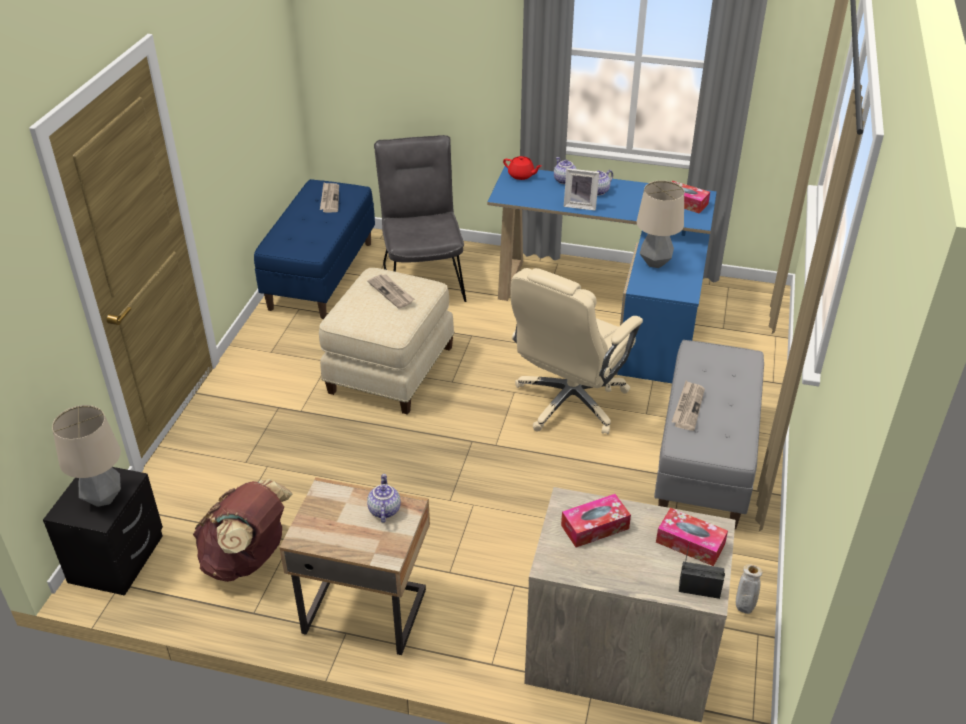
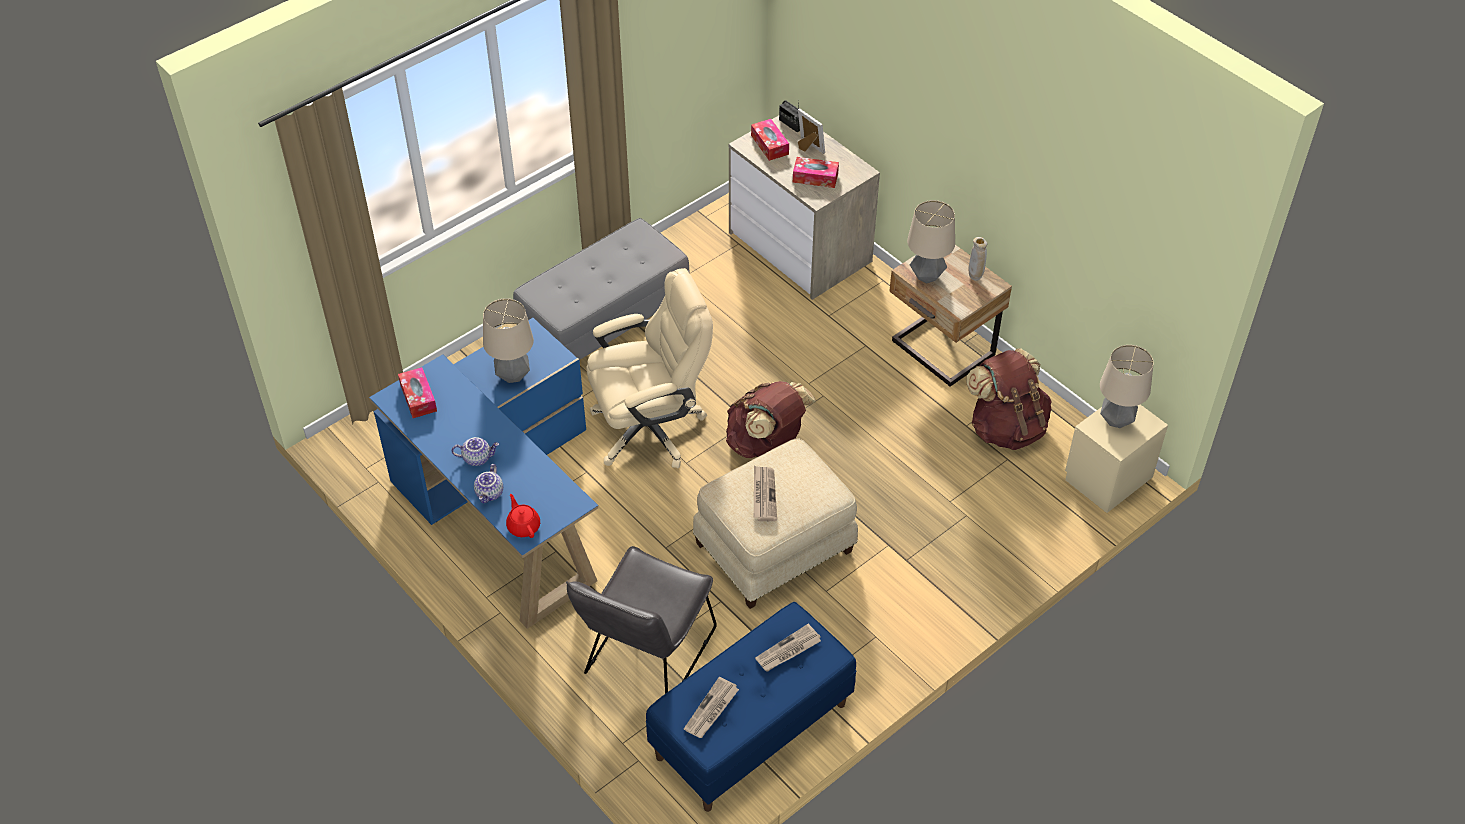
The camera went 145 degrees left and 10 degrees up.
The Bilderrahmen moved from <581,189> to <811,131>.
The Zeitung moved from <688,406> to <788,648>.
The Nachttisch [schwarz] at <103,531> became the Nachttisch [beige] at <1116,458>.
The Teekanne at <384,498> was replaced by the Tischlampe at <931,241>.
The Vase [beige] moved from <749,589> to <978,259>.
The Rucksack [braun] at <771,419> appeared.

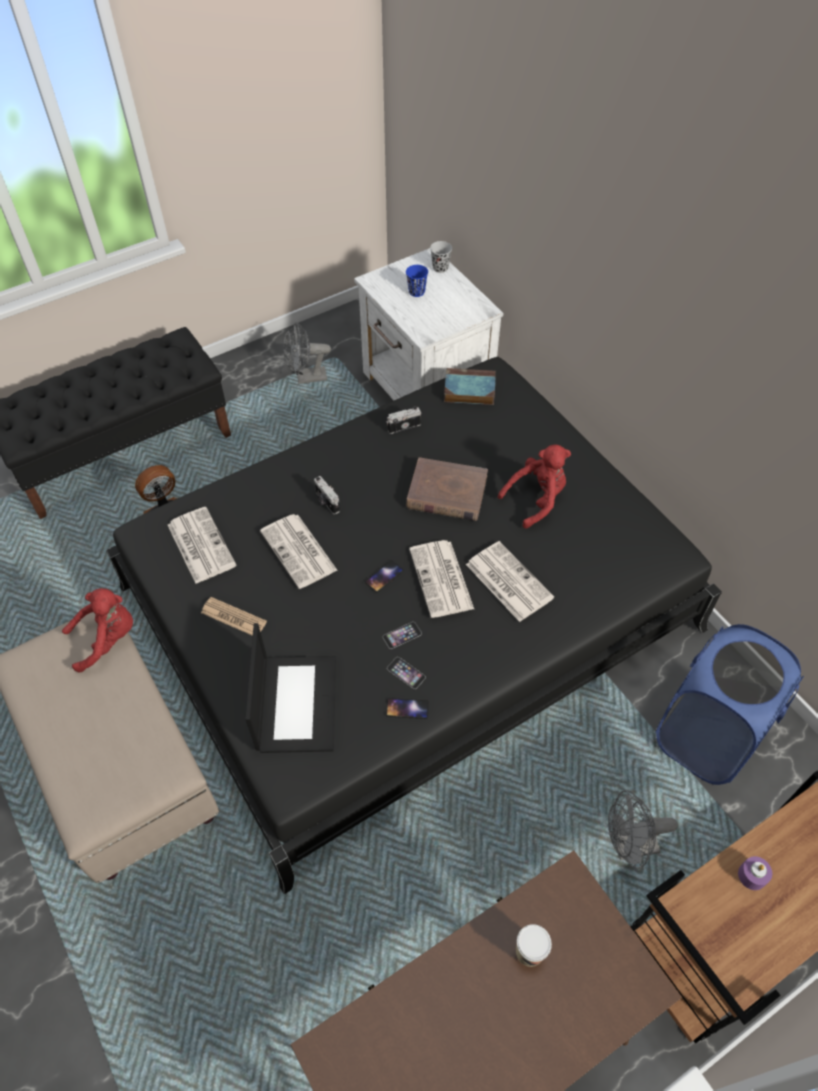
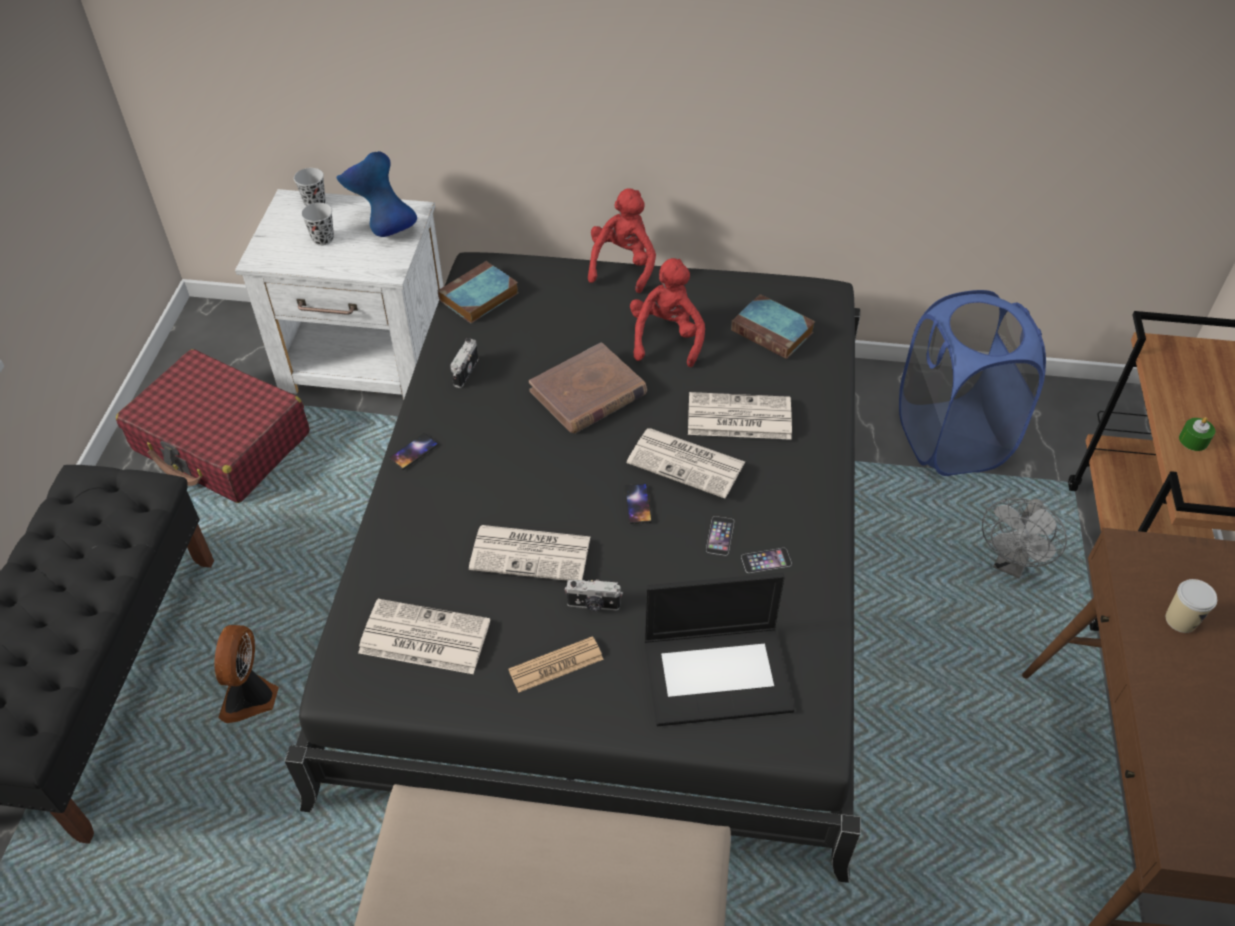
The camera went 50 degrees left and 5 degrees down.
The Tasse [blau] at <417,281> became the Tasse [schwarz] at <317,224>.
The Ventilator [grau] at <307,353> was replaced by the Koffer [rot] at <213,426>.
The Kamera moved from <327,495> to <594,595>.
The Plüschtier [rot] moved from <97,630> to <622,240>.
The Laptop at <290,688> turned 135 degrees clockwise.
The Handy moved from <407,708> to <413,451>.
The Kerze [lila] at <755,873> became the Kerze [grün] at <1197,434>.
The Vase [blau] at <377,194> appeared.
The Buch at <773,326> appeared.

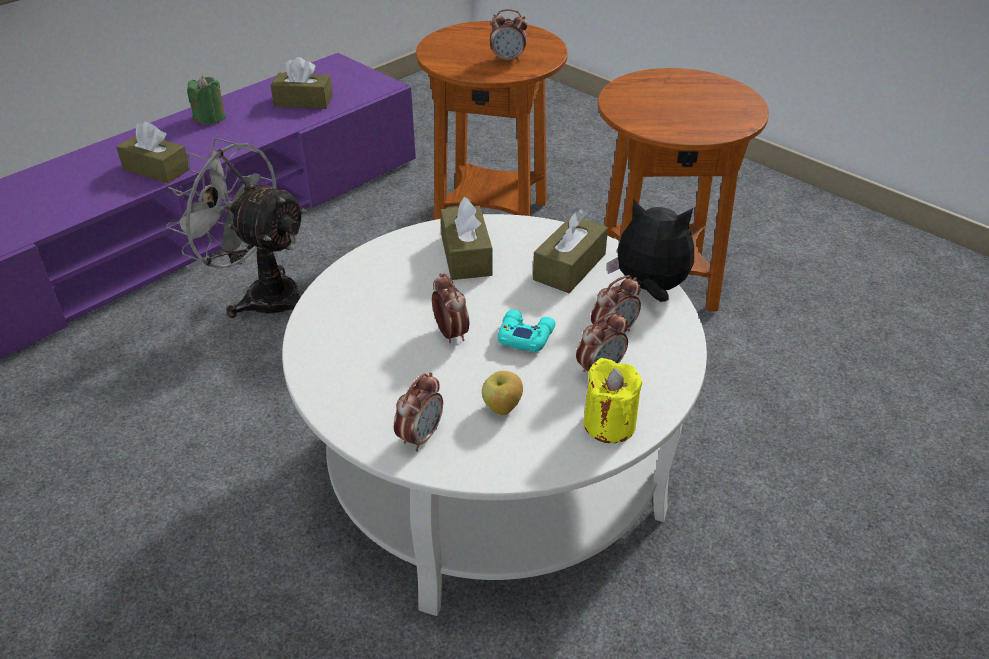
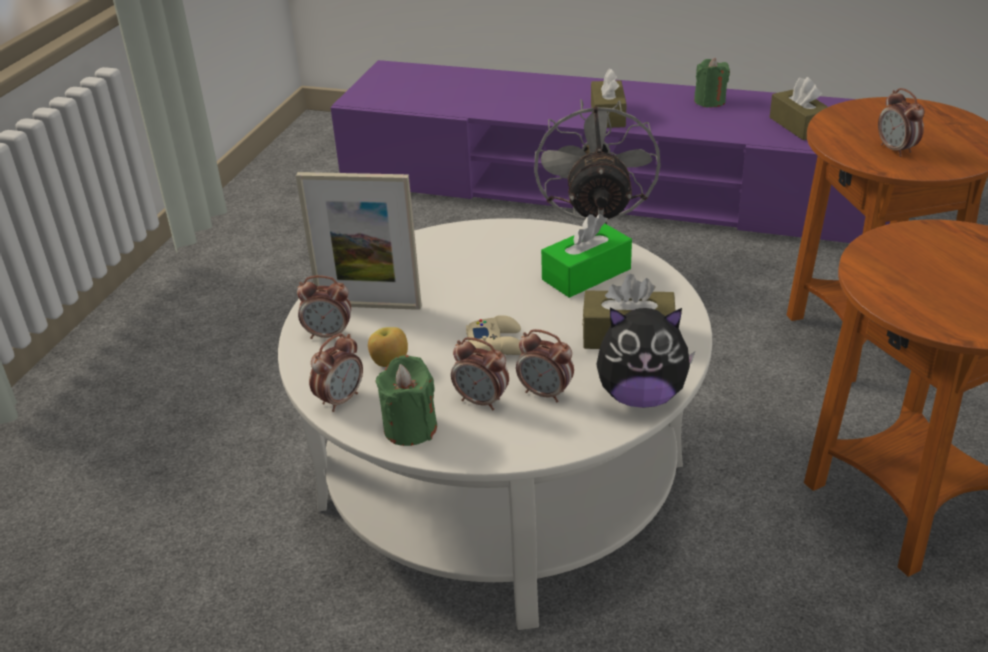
The camera went 65 degrees right and 5 degrees down.
The Taschentuchbox [braun] at <466,238> became the Taschentuchbox [grün] at <586,256>.
The Plüschtier at <650,251> turned 105 degrees clockwise.
The Wecker moved from <450,308> to <336,372>.
The Gamepad [türkis] at <527,331> became the Gamepad [beige] at <494,335>.
The Kerze [gelb] at <613,400> became the Kerze [grün] at <406,400>.
The Bilderrahmen at <359,241> appeared.

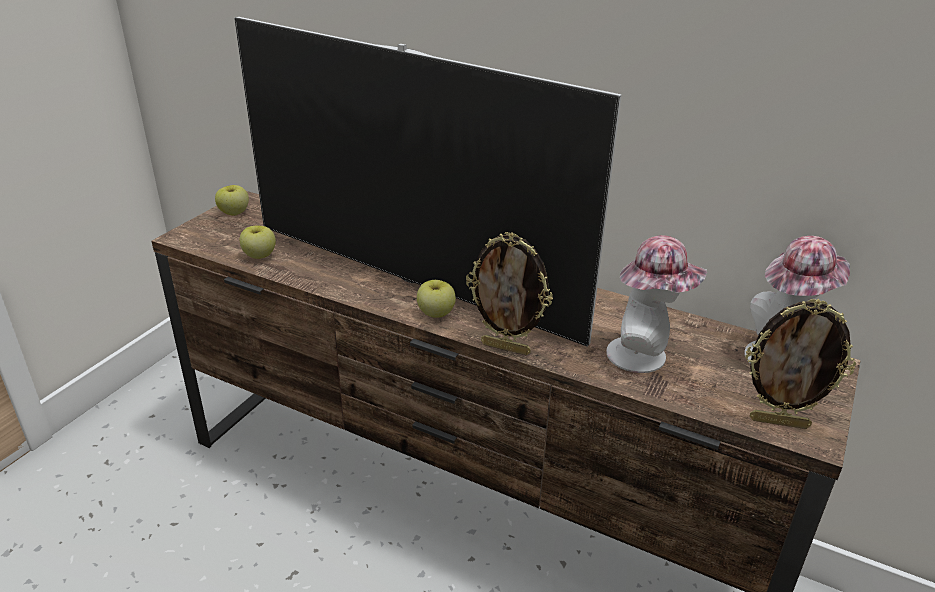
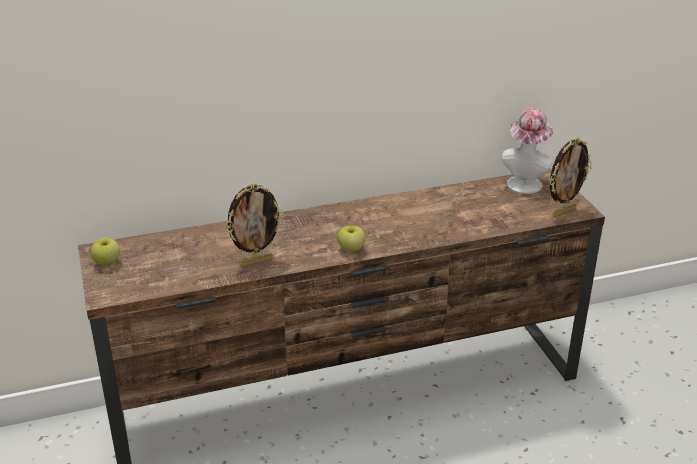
The camera went 45 degrees left and 0 degrees up.
The Fernseher at <428,182> disappeared.
The Apfel at <258,242> disappeared.
The Bilderrahmen moved from <509,293> to <254,225>.
The Hut at <656,304> disappeared.

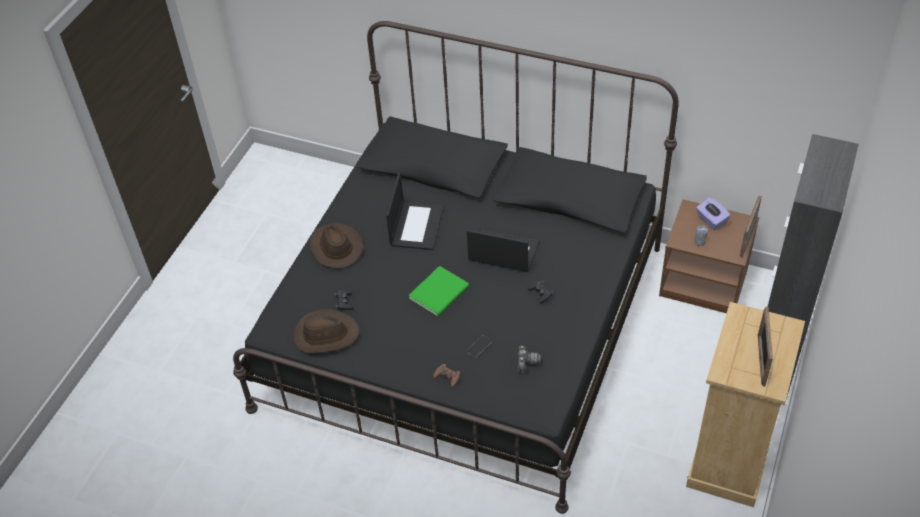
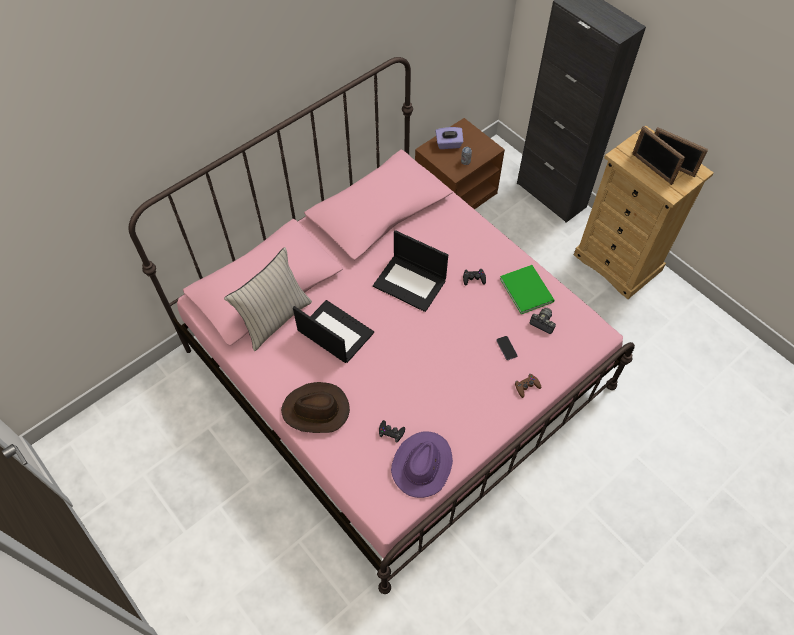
The camera went 65 degrees left and 10 degrees up.
The Bett [schwarz] at <456,267> became the Bett [rosa] at <381,325>.
The Bilderrahmen moved from <751,227> to <658,155>.
The Laptop at <503,250> turned 105 degrees counterclockwise.
The Buch [grün] moved from <438,291> to <527,289>.
The Hut [braun] at <326,331> became the Hut [lila] at <422,465>.
The Kissen [beige] at <268,299> appeared.

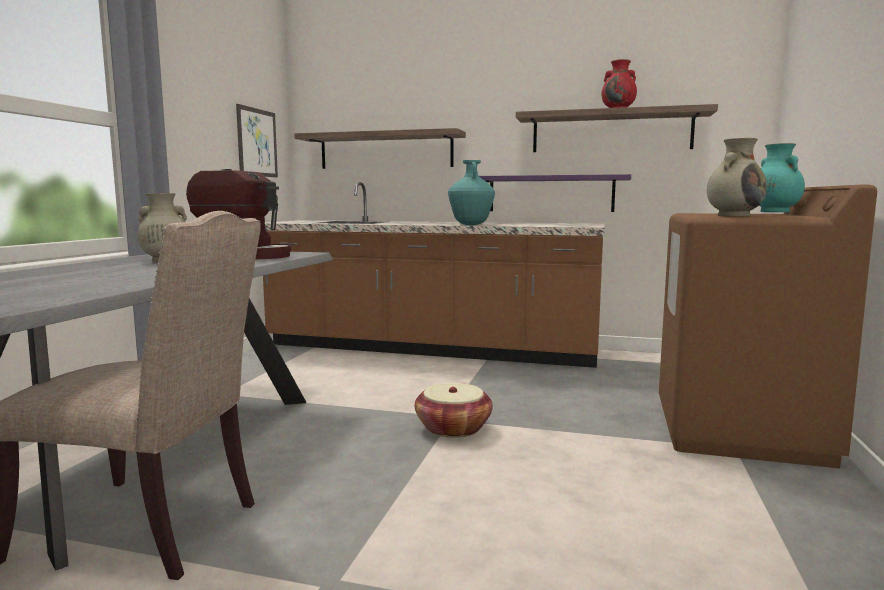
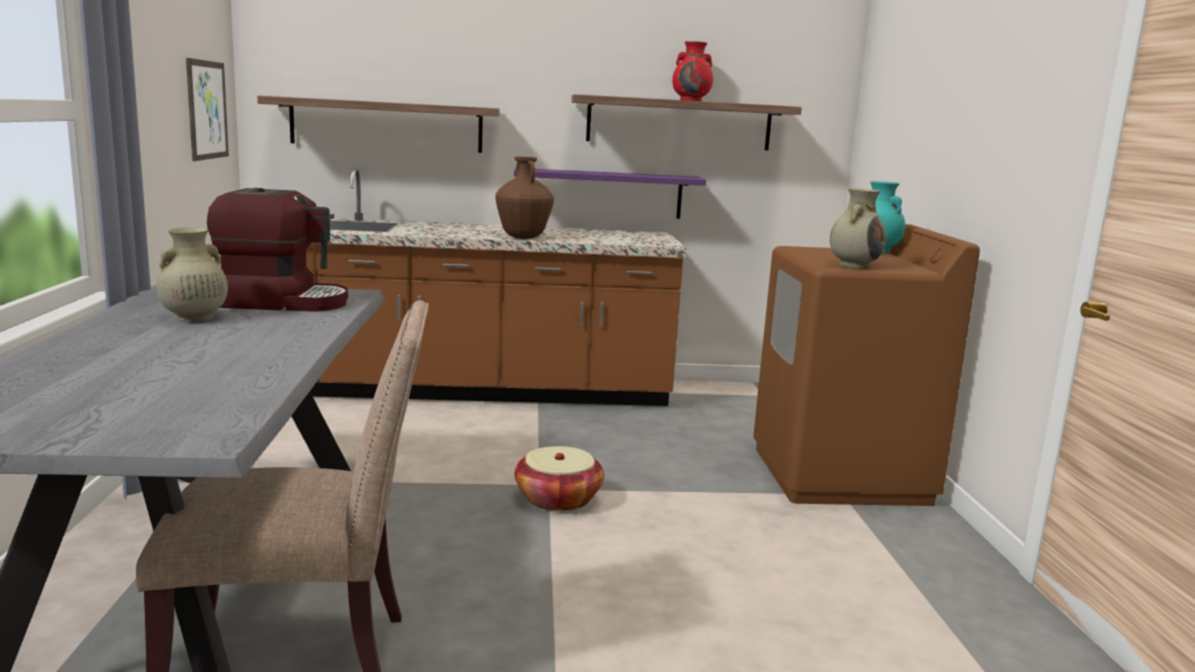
The camera went 20 degrees left and 5 degrees up.
The Vase [türkis] at <471,192> became the Vase [braun] at <524,198>.

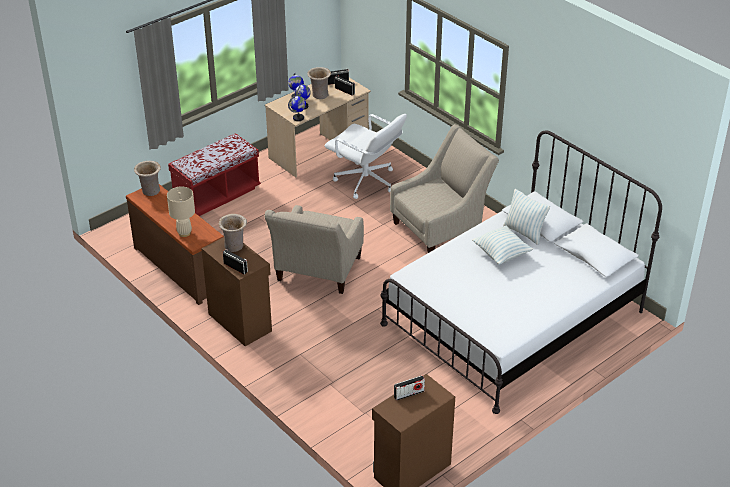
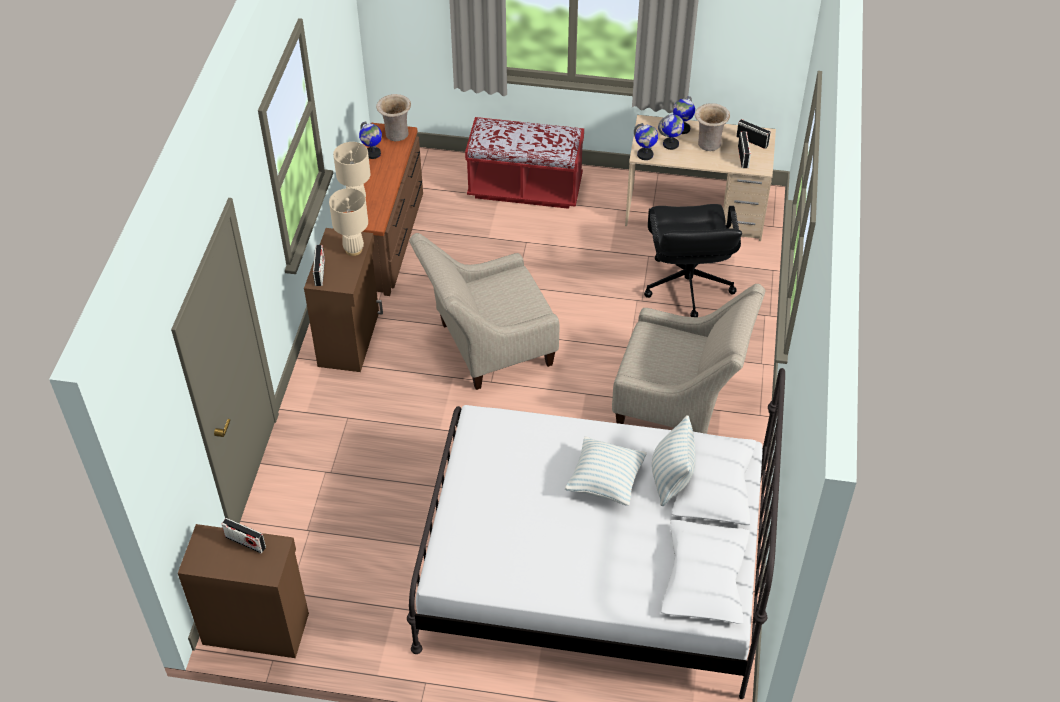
The camera went 50 degrees right and 10 degrees up.
The Bürostuhl [weiß] at <366,156> became the Bürostuhl [schwarz] at <693,260>.
The Vase [beige] at <232,233> was replaced by the Tischlampe [beige] at <348,222>.
The Globus at <370,140> appeared.

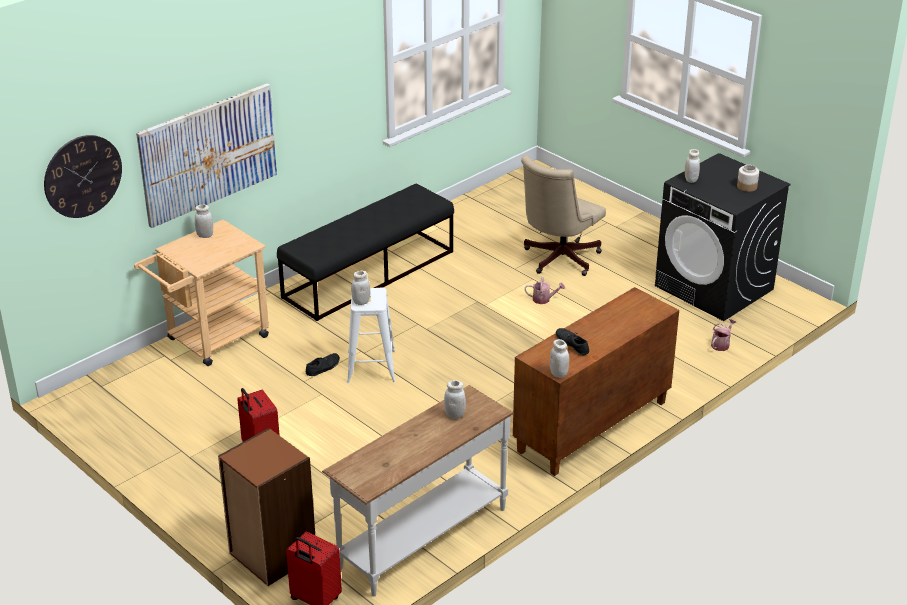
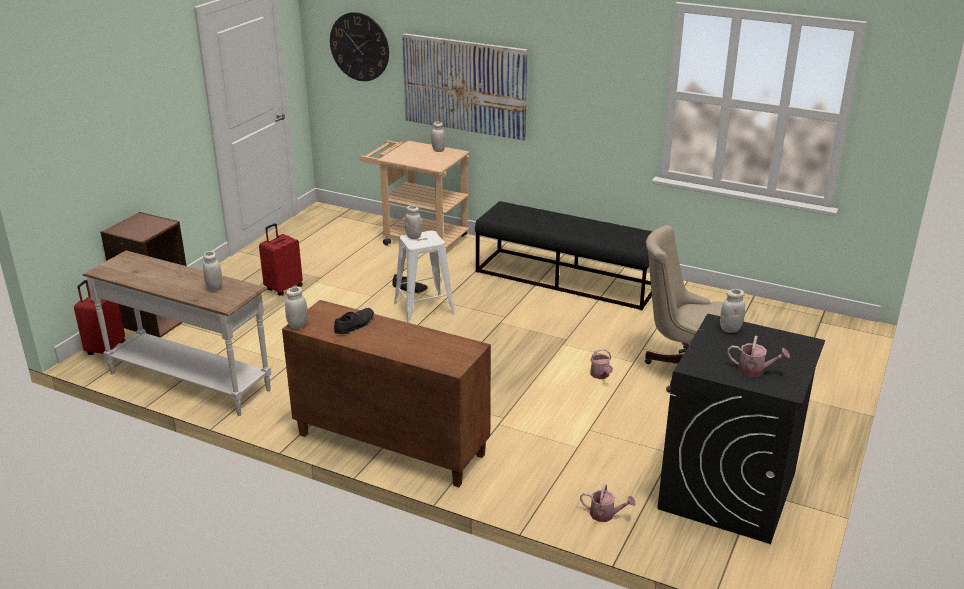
The camera went 70 degrees right and 5 degrees down.
The Vorratsglas at <748,178> was replaced by the Gießkanne at <758,356>.

